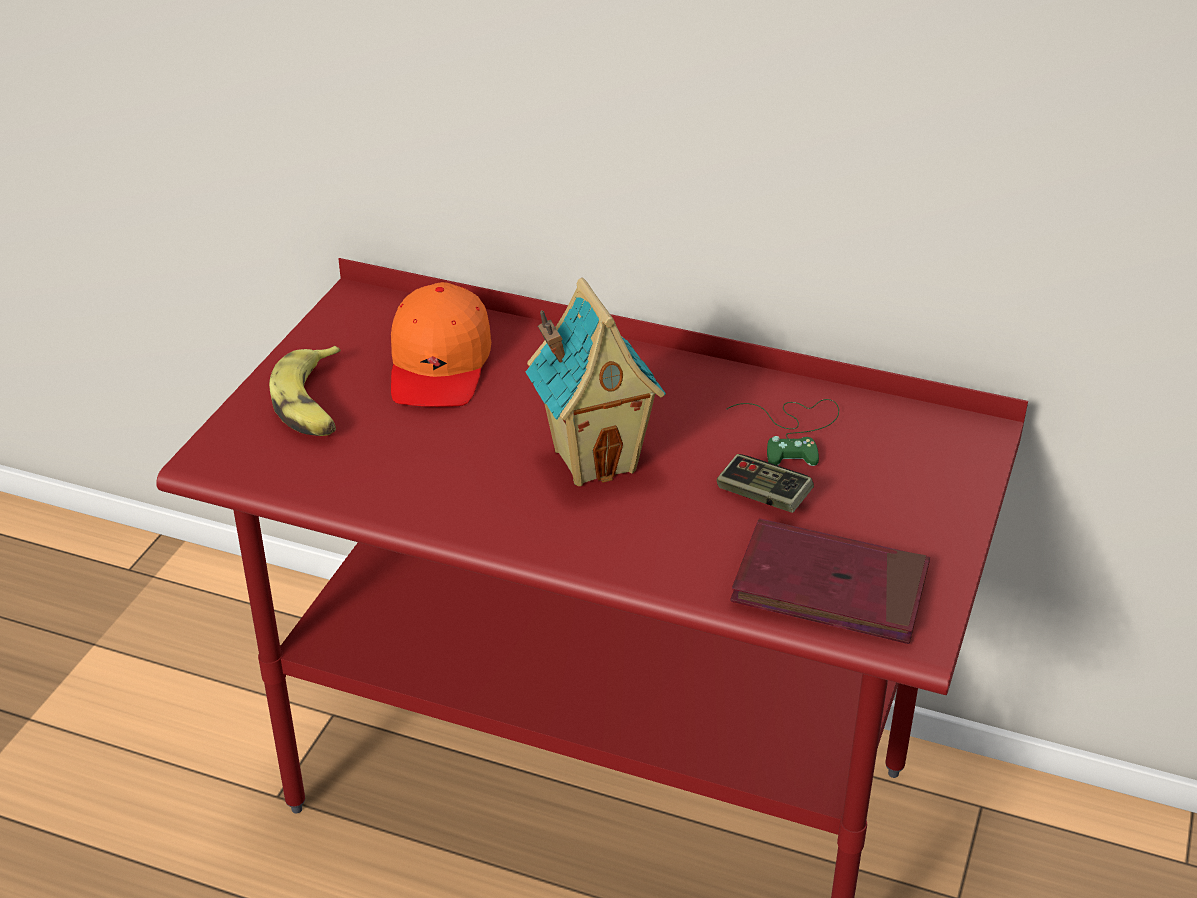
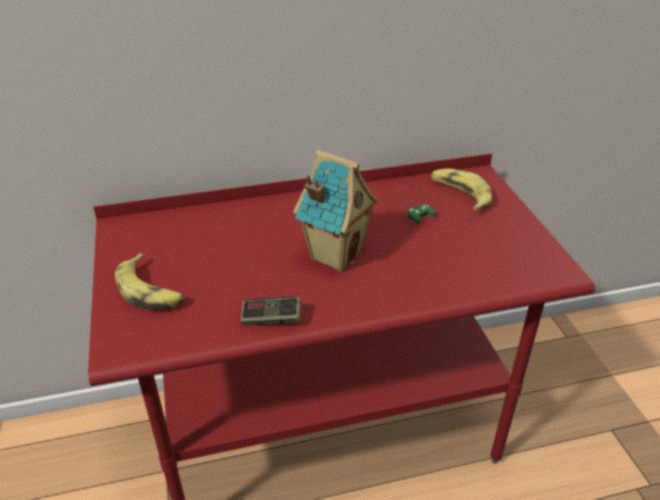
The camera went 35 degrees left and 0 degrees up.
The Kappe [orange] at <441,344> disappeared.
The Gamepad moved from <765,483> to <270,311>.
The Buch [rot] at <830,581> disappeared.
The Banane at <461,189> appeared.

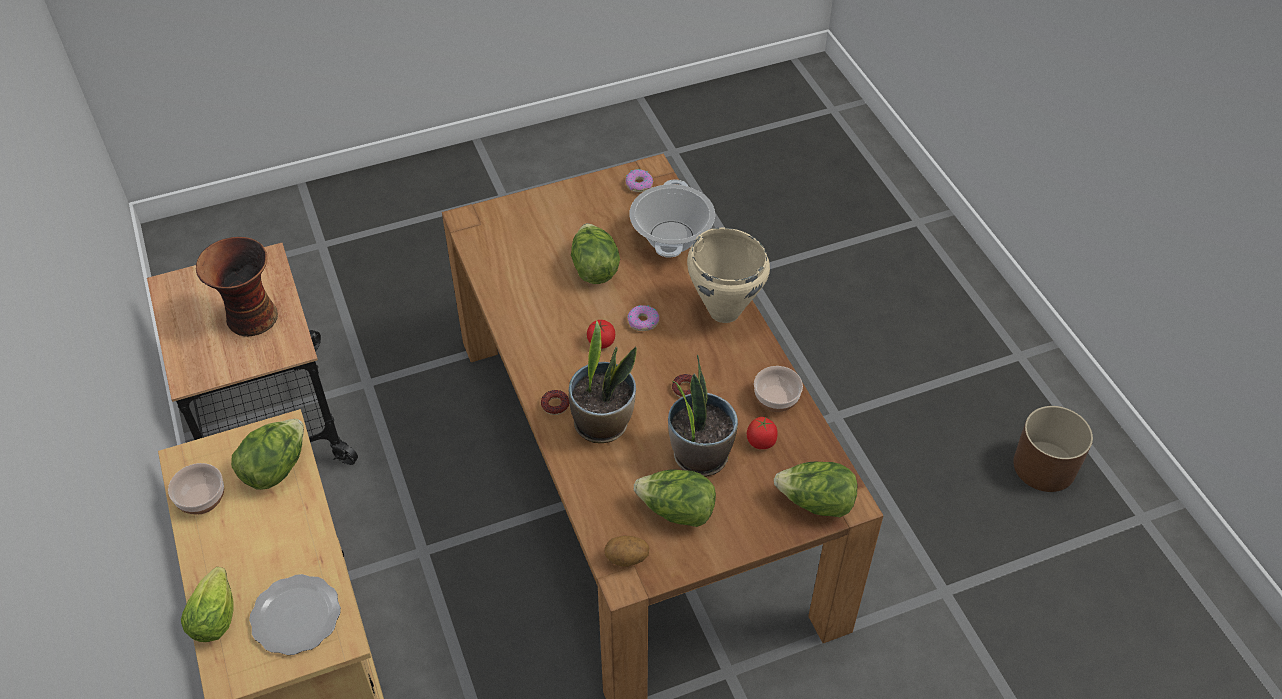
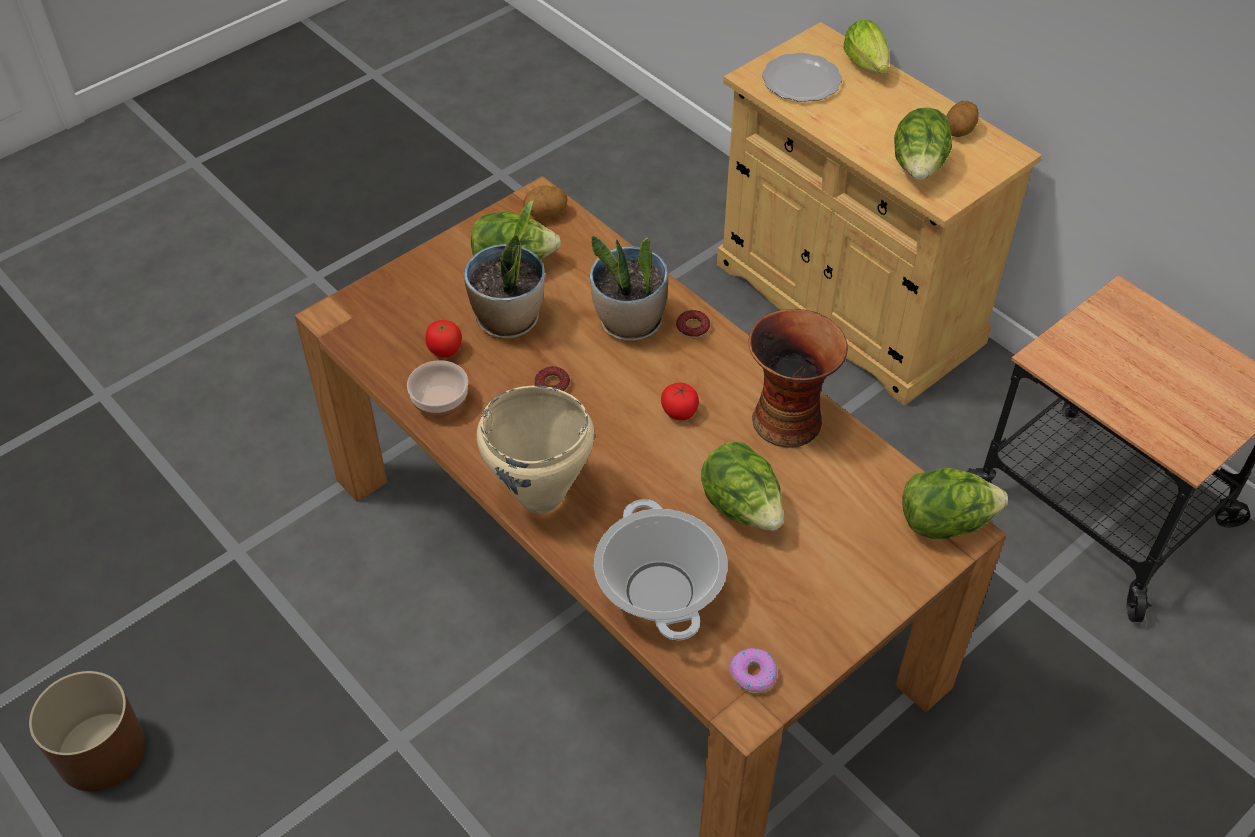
The camera went 160 degrees right and 0 degrees up.
The Vase moved from <237,287> to <798,378>.
The Donut at <643,318> disappeared.
The Salatkopf moved from <815,489> to <955,503>.
The Schüssel at <196,488> was replaced by the Kartoffel at <962,119>.

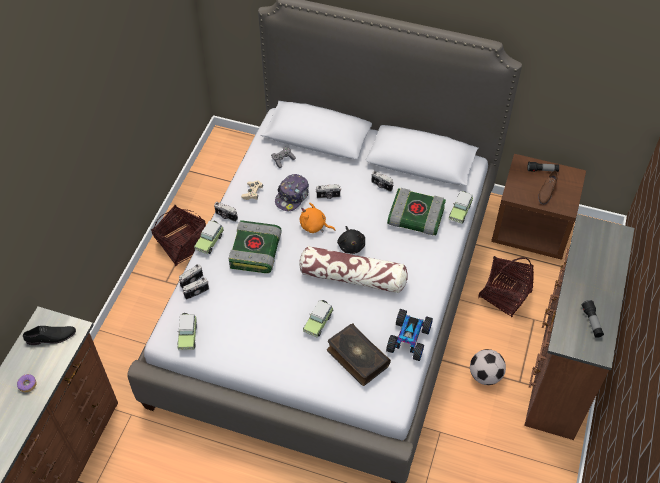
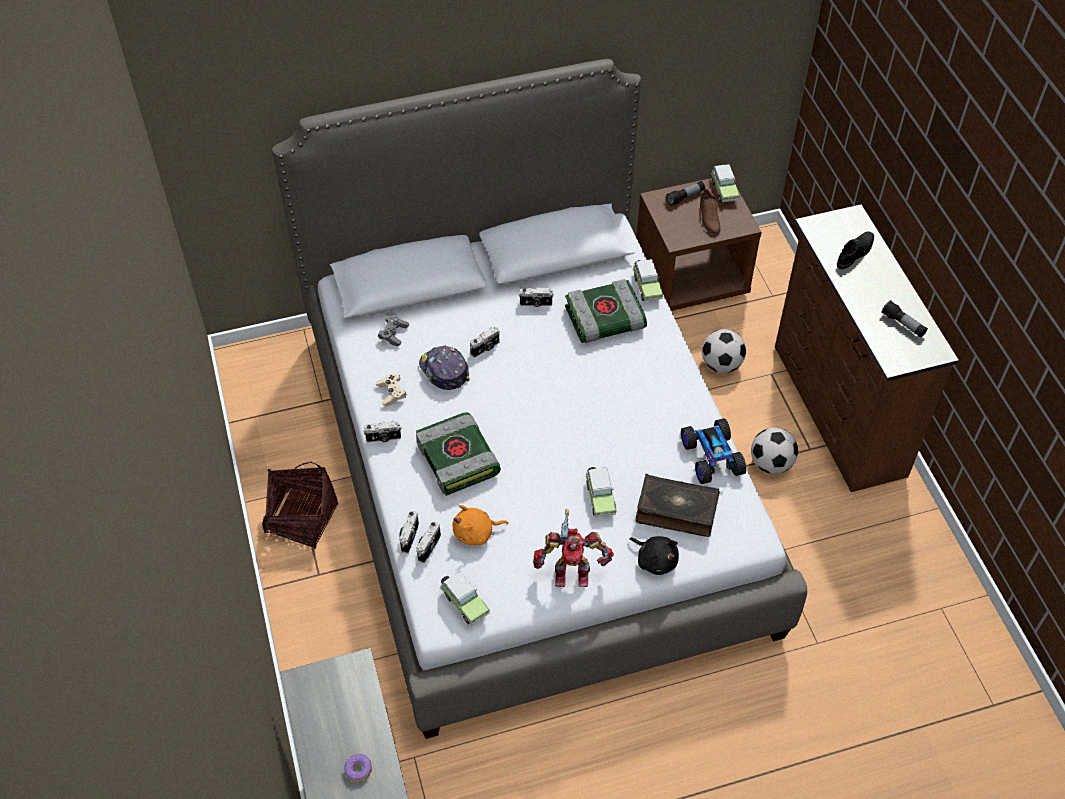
The camera went 35 degrees left and 0 degrees up.
The Kappe at <292,192> turned 150 degrees clockwise.
The Plüschtier [orange] moved from <318,218> to <480,525>.
The Spielzeugauto moved from <209,237> to <725,183>.
The Plüschtier [schwarz] moved from <351,240> to <654,555>.
The Kissen at <353,269> disappeared.
The Korb at <506,286> was replaced by the Fußball at <724,351>.
The Schuh [schwarz] moved from <49,335> to <855,250>.
The Spielzeugroboter at <573,548> appeared.

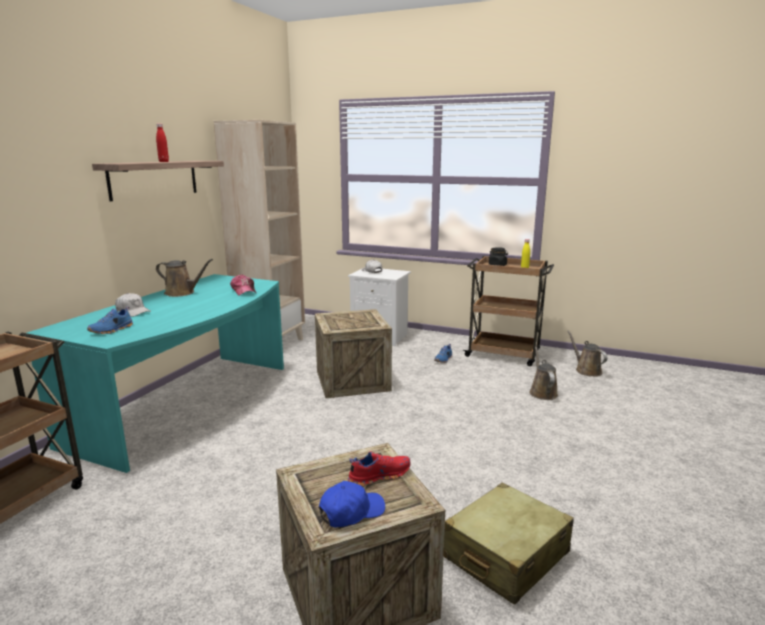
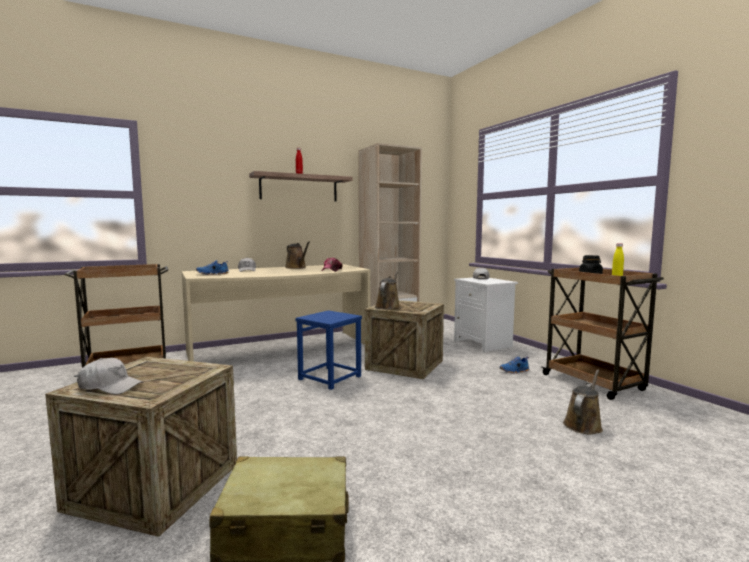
The camera went 40 degrees right and 10 degrees down.
The Schreibtisch [türkis] at <155,373> became the Schreibtisch [beige] at <276,312>.
The Gießkanne [braun] moved from <587,353> to <387,290>.
The Schuh [rot] at <379,469> disappeared.
The Kappe [blau] at <352,504> became the Kappe [weiß] at <110,376>.
The Hocker [blau] at <329,350> appeared.

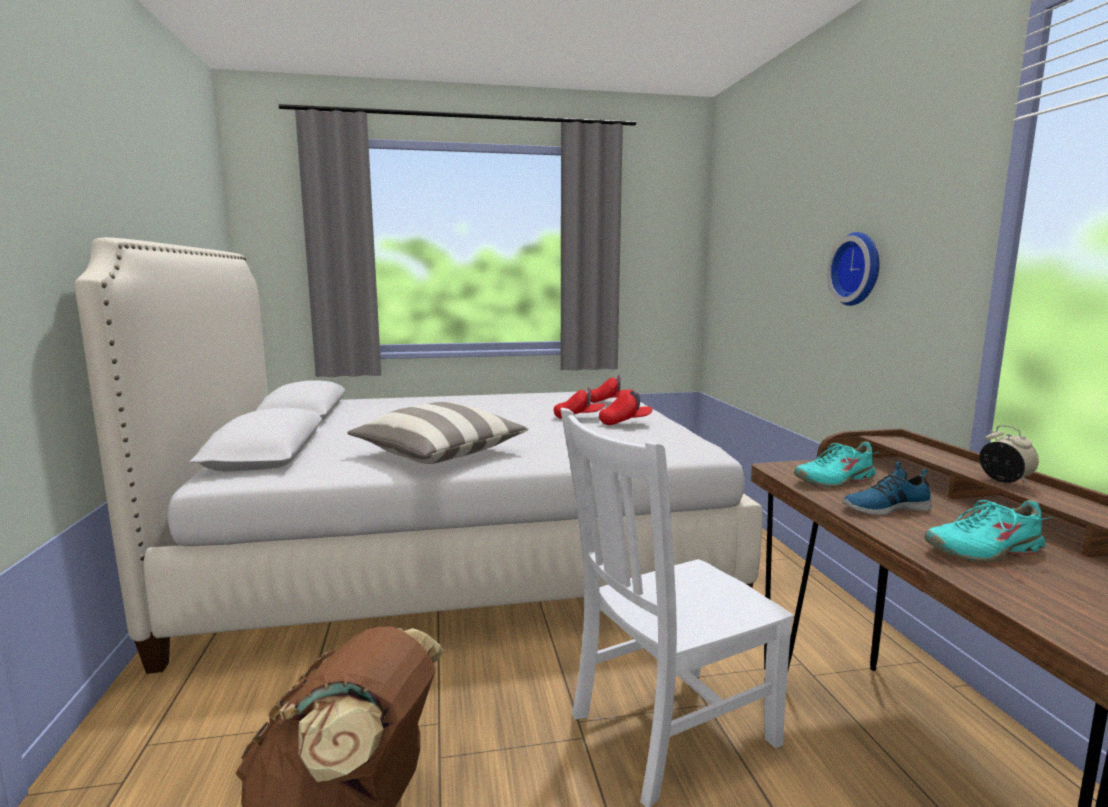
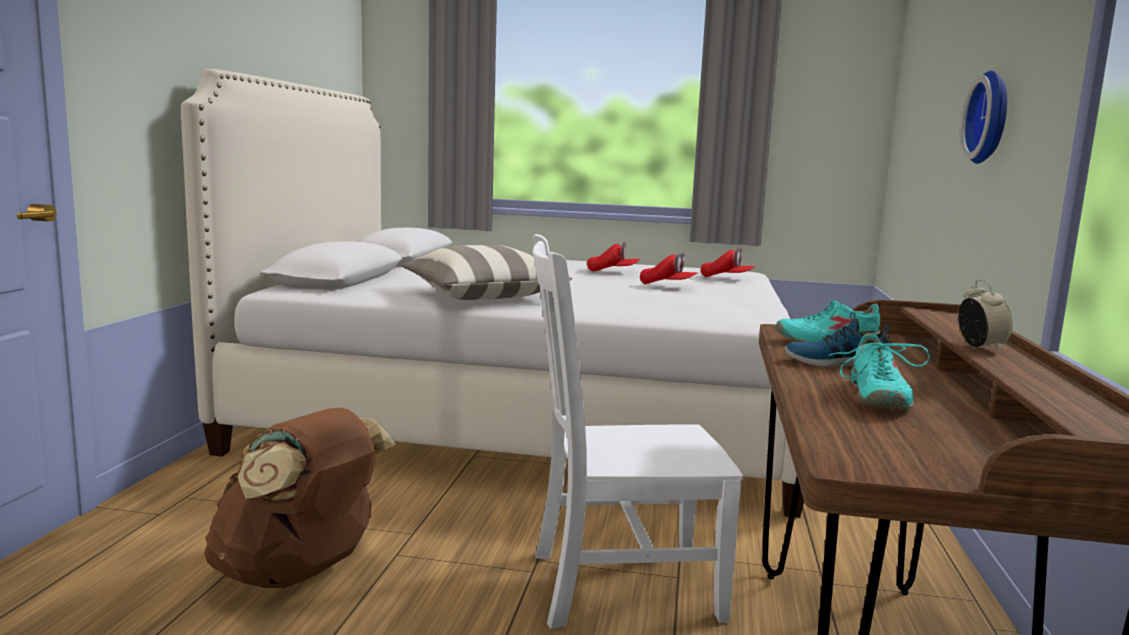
The camera went 20 degrees right and 0 degrees up.
The Kappe [rot] moved from <625,407> to <613,257>.
The Schuh [türkis] at <989,531> turned 90 degrees counterclockwise.

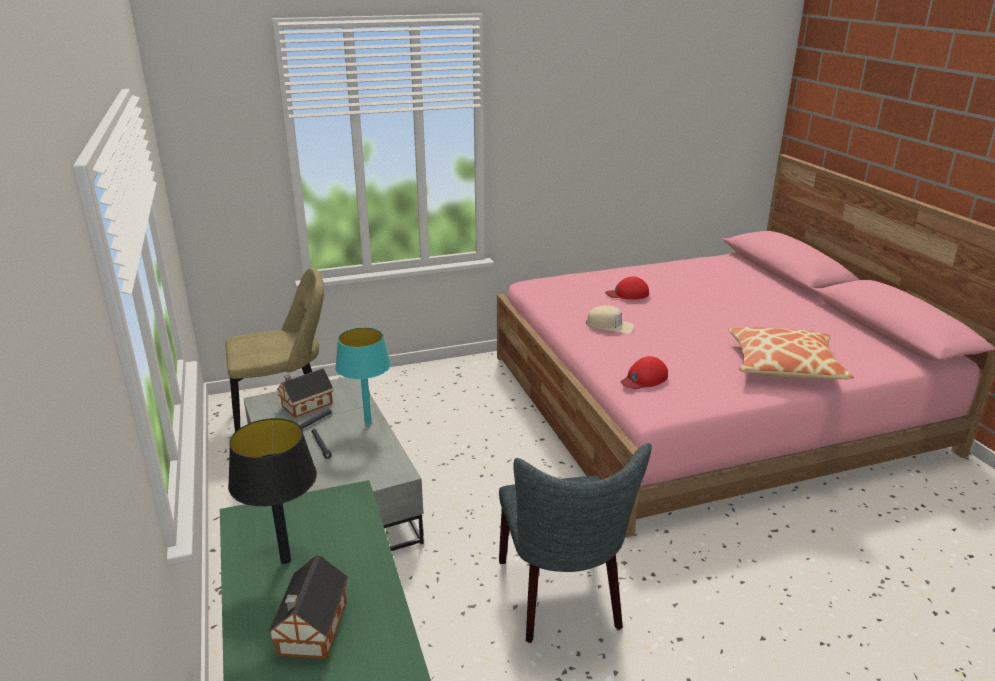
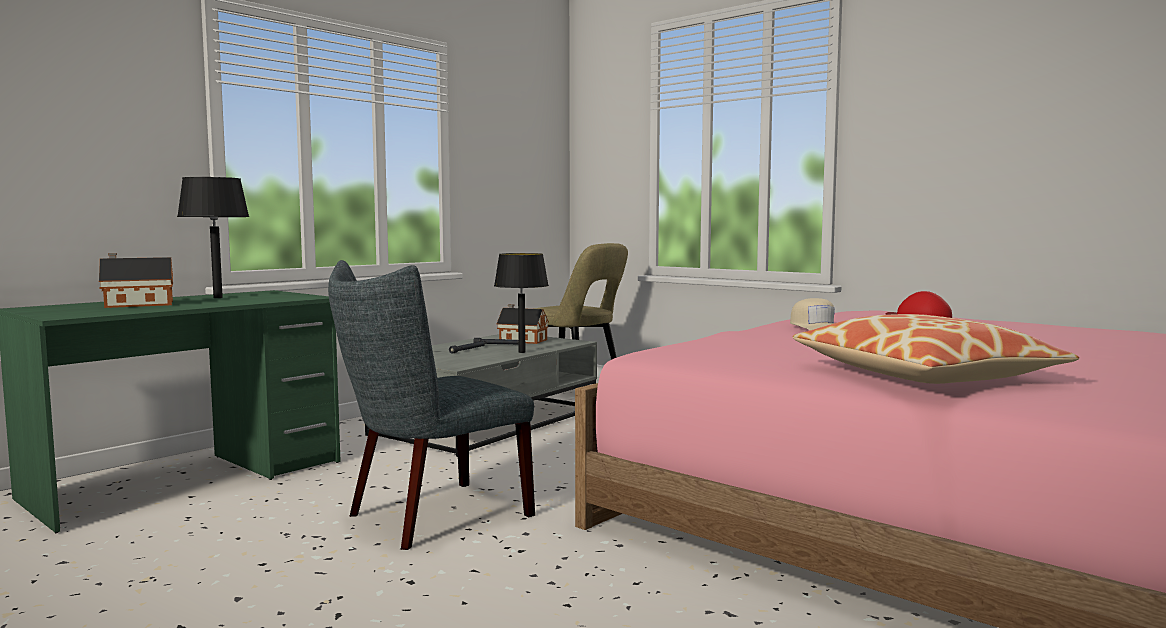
The camera went 60 degrees right and 20 degrees down.
The Tischlampe [türkis] at <363,376> became the Tischlampe [schwarz] at <521,303>.
The Kappe [rot] at <644,372> disappeared.

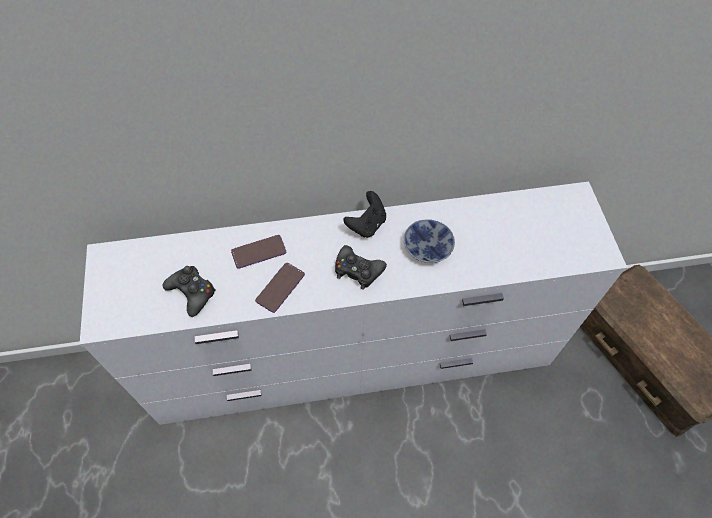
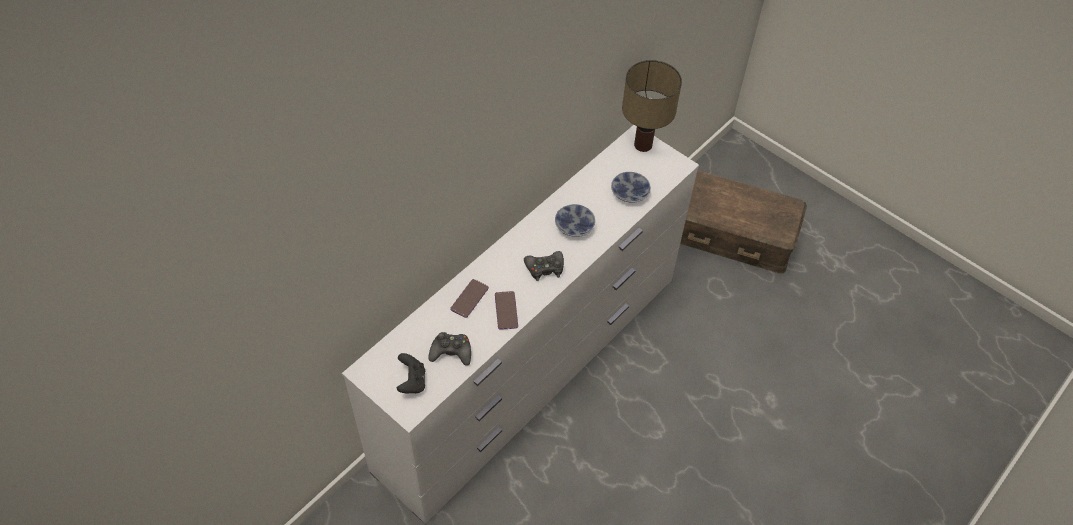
The camera went 40 degrees left and 5 degrees down.
The Gamepad [schwarz] moved from <364,214> to <411,373>.
The Tischlampe at <652,106> appeared.
The Schüssel at <631,187> appeared.

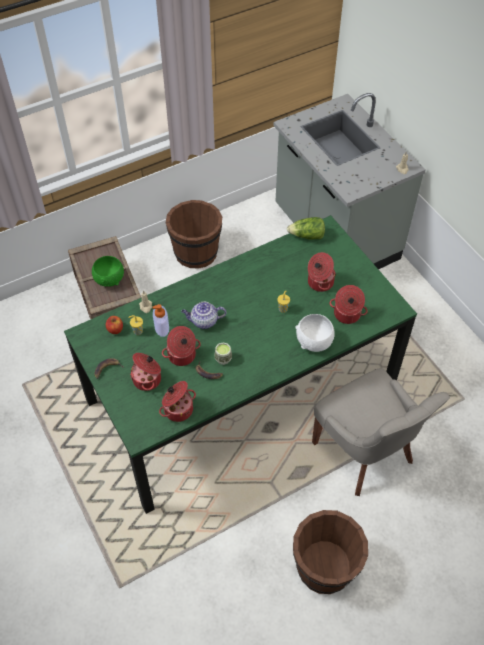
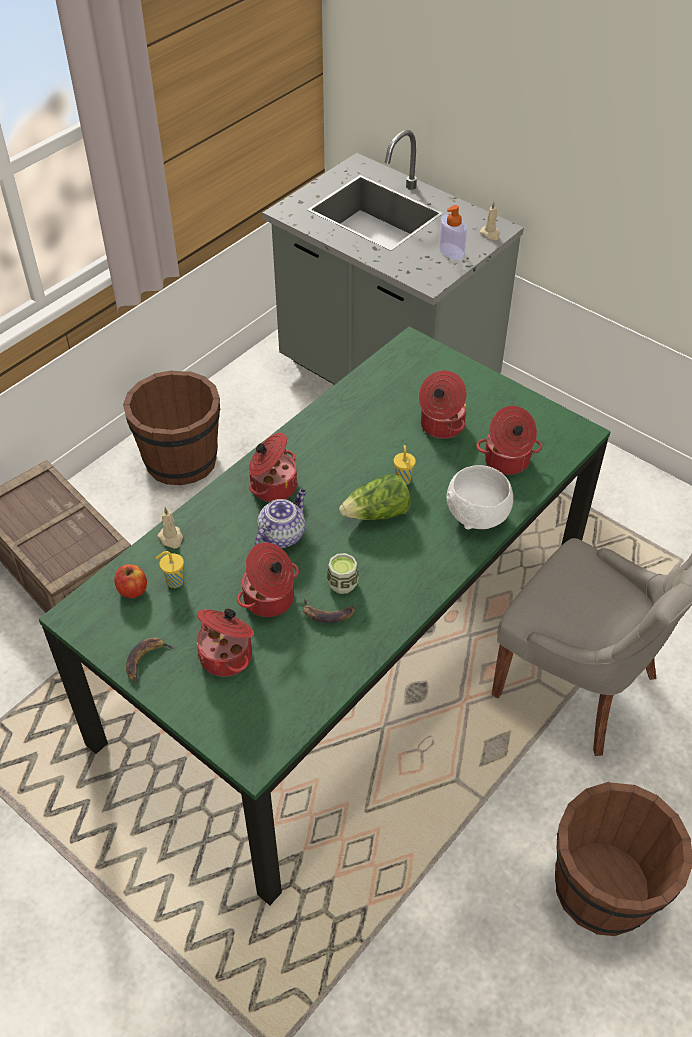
The camera went 20 degrees left and 5 degrees down.
The Salatkopf moved from <306,228> to <375,497>.
The Schüssel [grün] at <108,271> disappeared.
The Teekanne at <203,315> turned 150 degrees clockwise.
The Seifenspender moved from <160,320> to <453,232>.
The Kochtopf moved from <177,401> to <273,467>.

